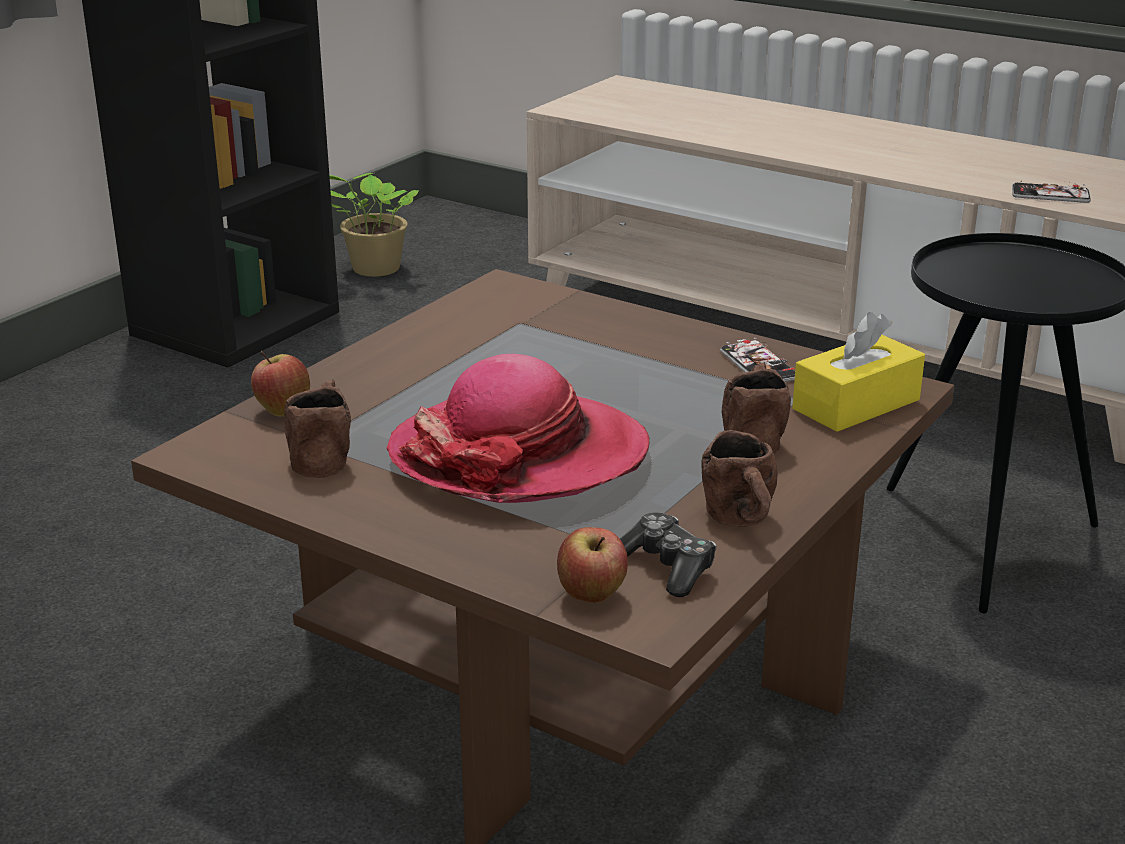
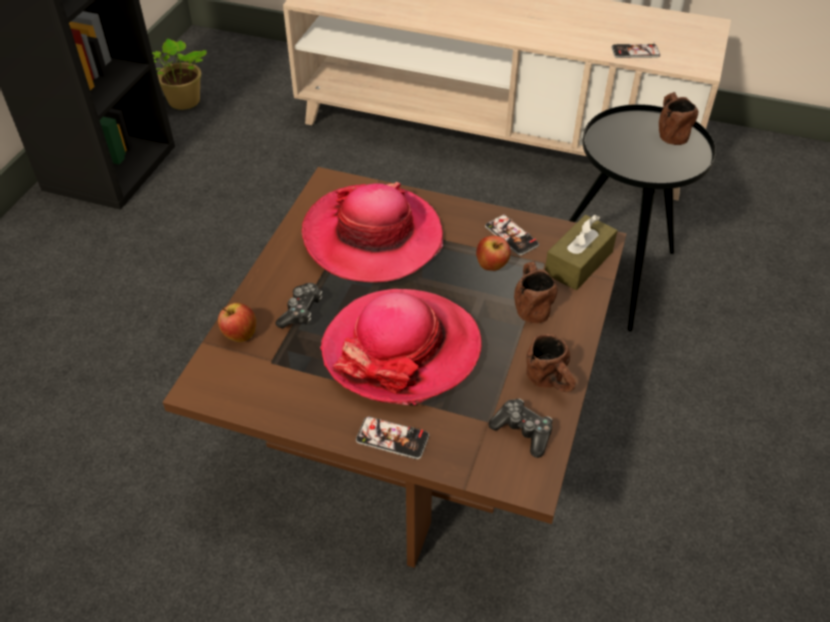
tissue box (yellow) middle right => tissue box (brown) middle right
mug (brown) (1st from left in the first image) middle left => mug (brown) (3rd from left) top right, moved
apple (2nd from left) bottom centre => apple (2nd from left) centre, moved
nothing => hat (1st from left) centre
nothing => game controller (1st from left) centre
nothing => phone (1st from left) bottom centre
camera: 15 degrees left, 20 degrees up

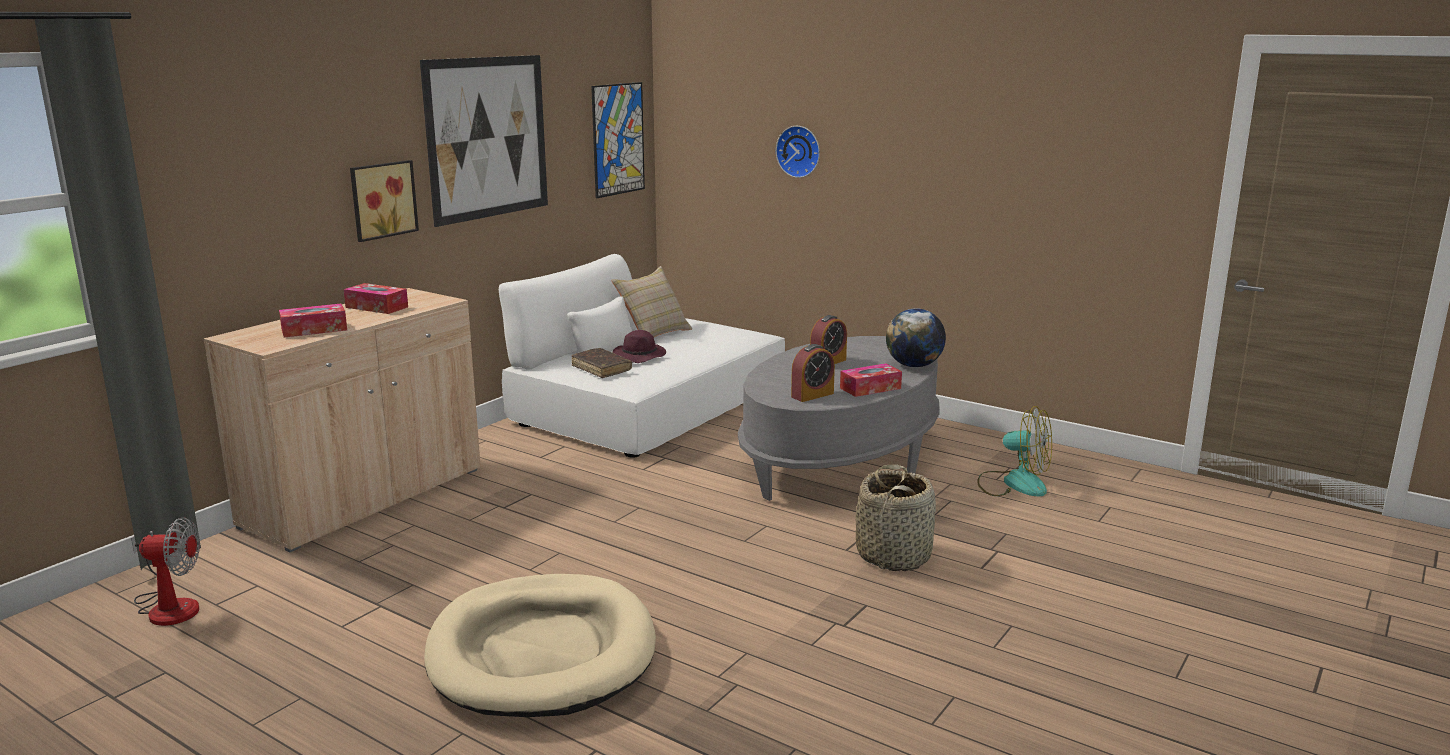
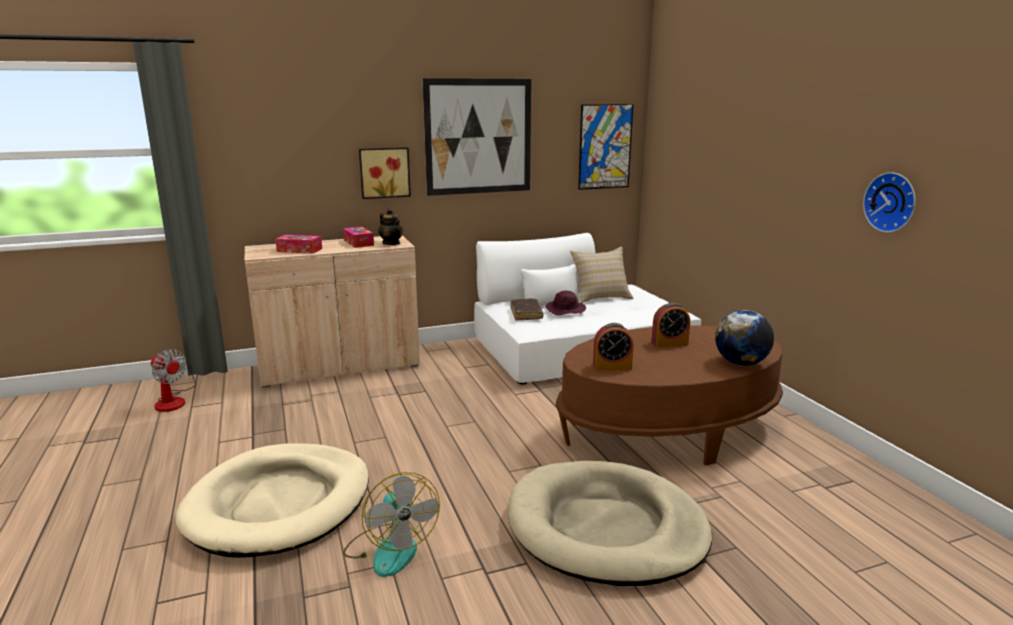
wall clock top centre => wall clock top right, moved
coffee table (grey) centre => coffee table (brown) centre
tissue box (3rd from left) centre => nothing
fan (2nd from left) middle right => fan (2nd from left) bottom centre, moved
basket bottom centre => dog bed (beige) (2nd from left) bottom centre
nothing => teapot centre
camera: 35 degrees right, 0 degrees up

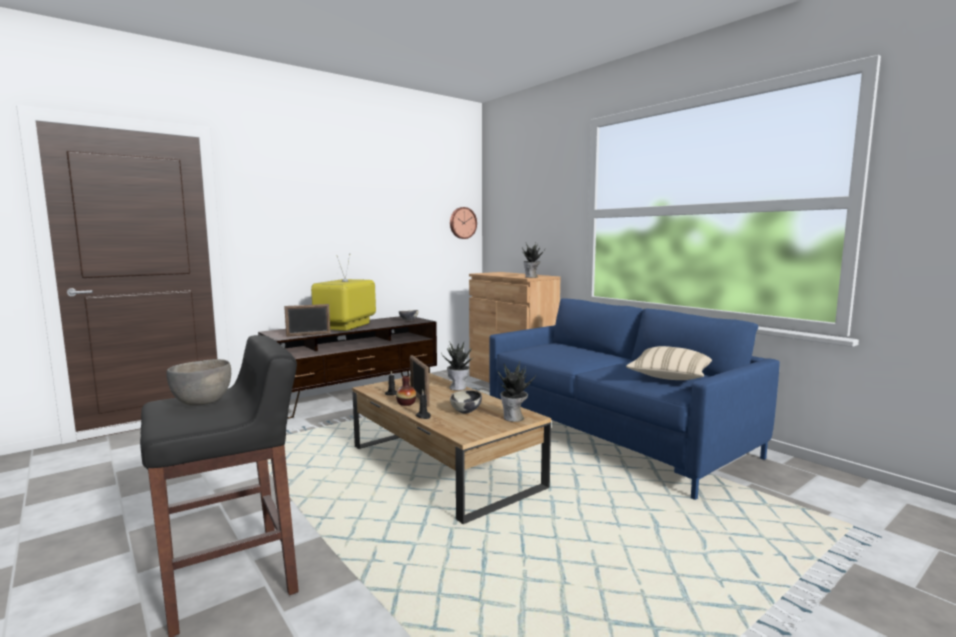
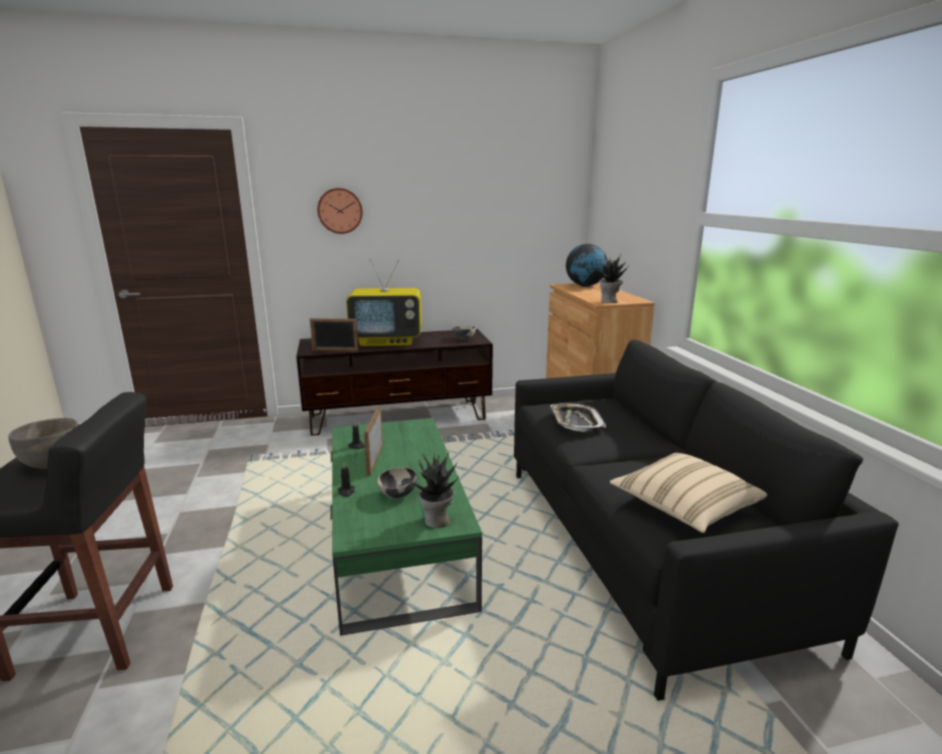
wall clock centre => wall clock top centre, moved
television centre, 135 degrees counterclockwise
sofa (blue) centre => sofa (black) bottom right
potted plant (1st from left) centre => nothing
coffee table (brown) bottom centre => coffee table (green) bottom centre
vase centre => nothing
nothing => globe centre
nothing => tray centre
camera: 25 degrees right, 10 degrees up

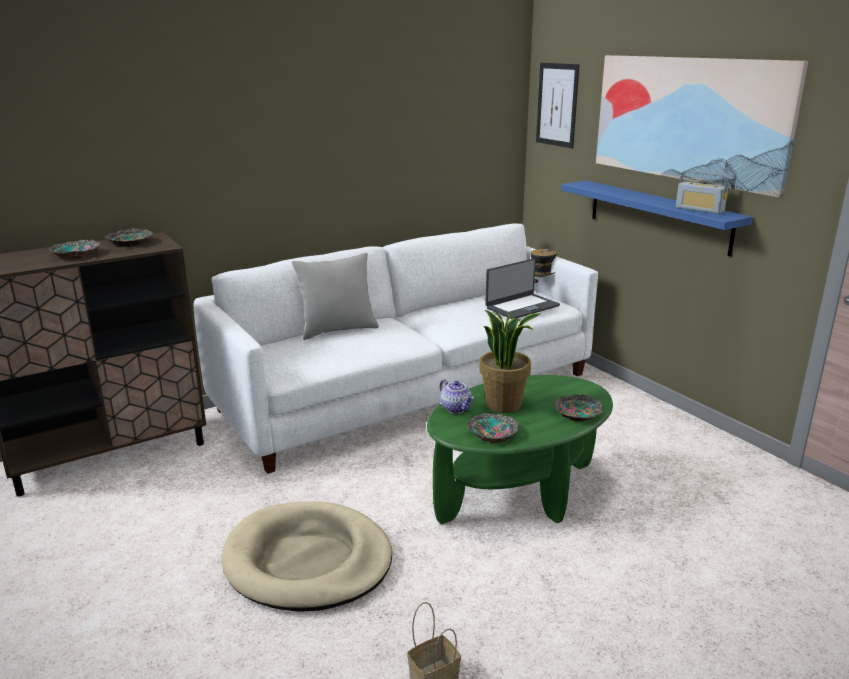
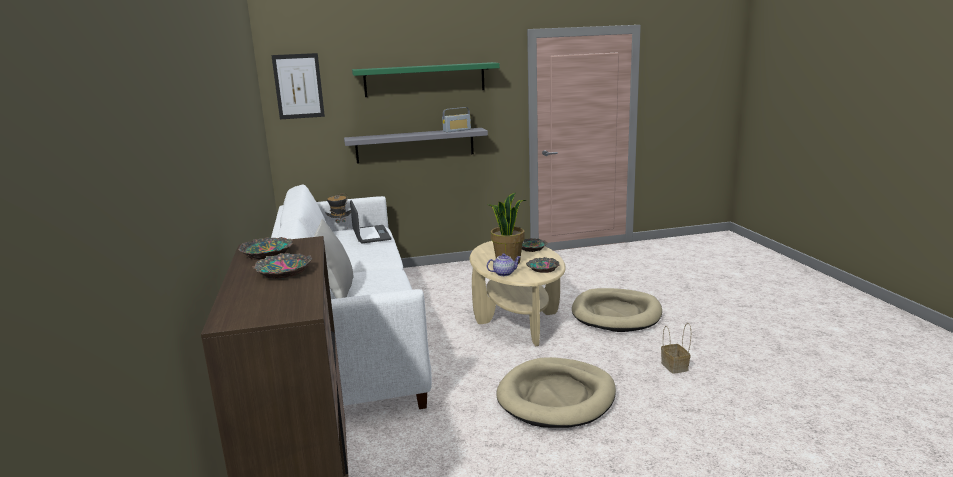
picture (2nd from left) top right => shelf (green) top centre
shelf (blue) top right => shelf (grey) top centre
coffee table (green) centre => coffee table (beige) centre
nothing => dog bed (beige) (2nd from left) centre
camera: 70 degrees left, 5 degrees down

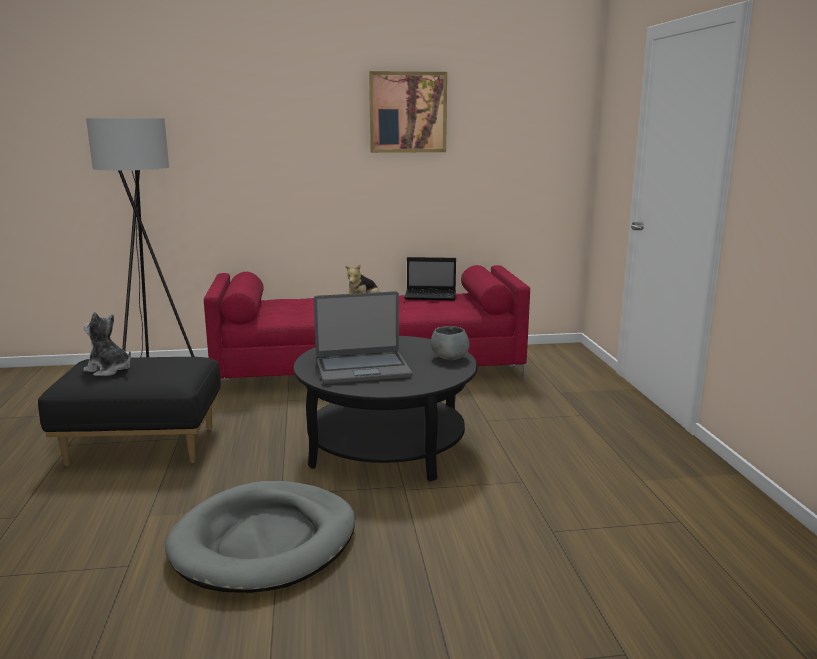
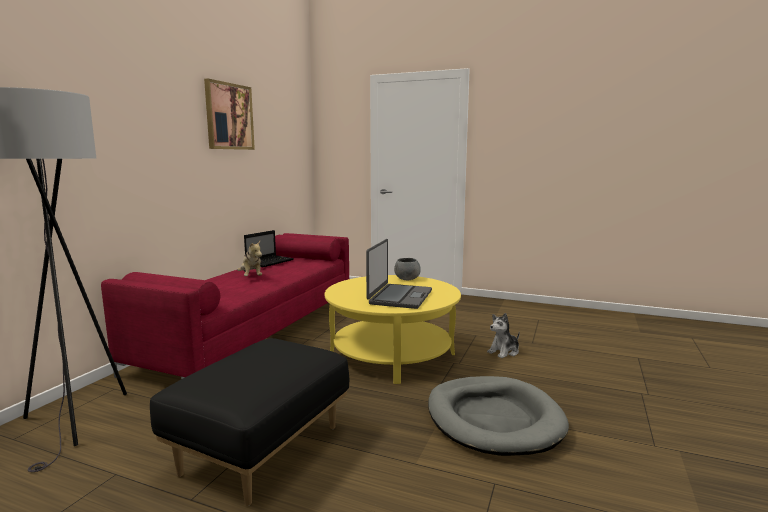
plush toy (1st from left in the first image) middle left => plush toy (2nd from left) centre, moved
coffee table (black) centre => coffee table (yellow) centre
camera: 60 degrees left, 5 degrees down

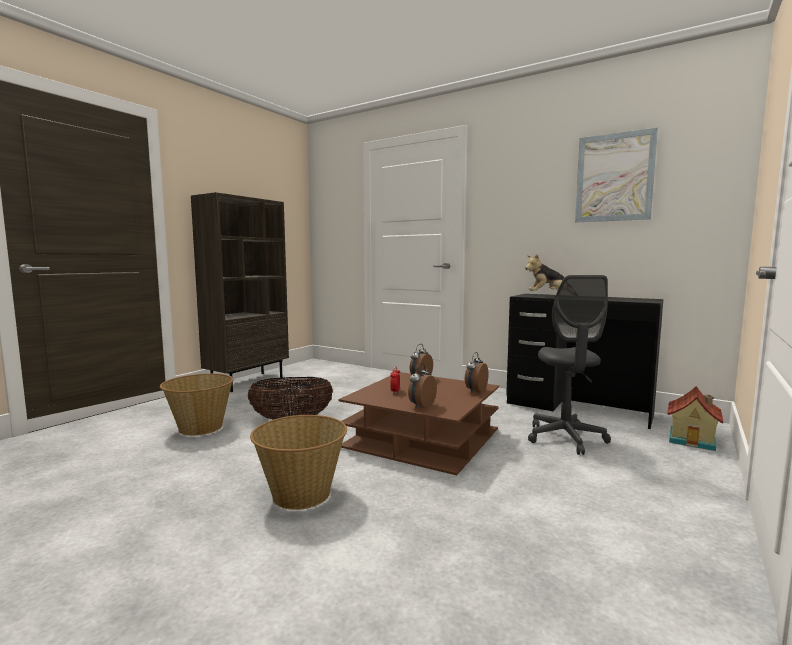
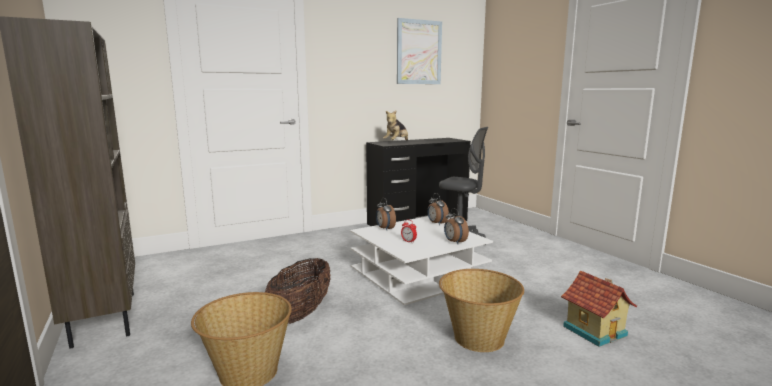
coffee table (brown) centre => coffee table (white) bottom centre
toy house middle right => toy house bottom right, moved
camera: 60 degrees left, 5 degrees up

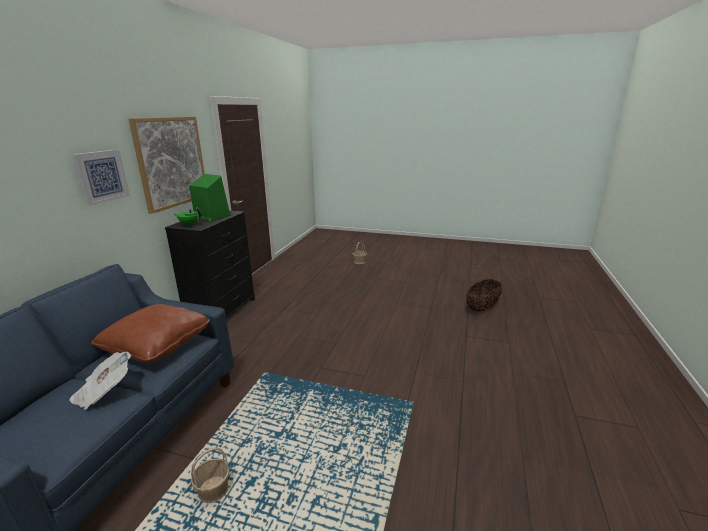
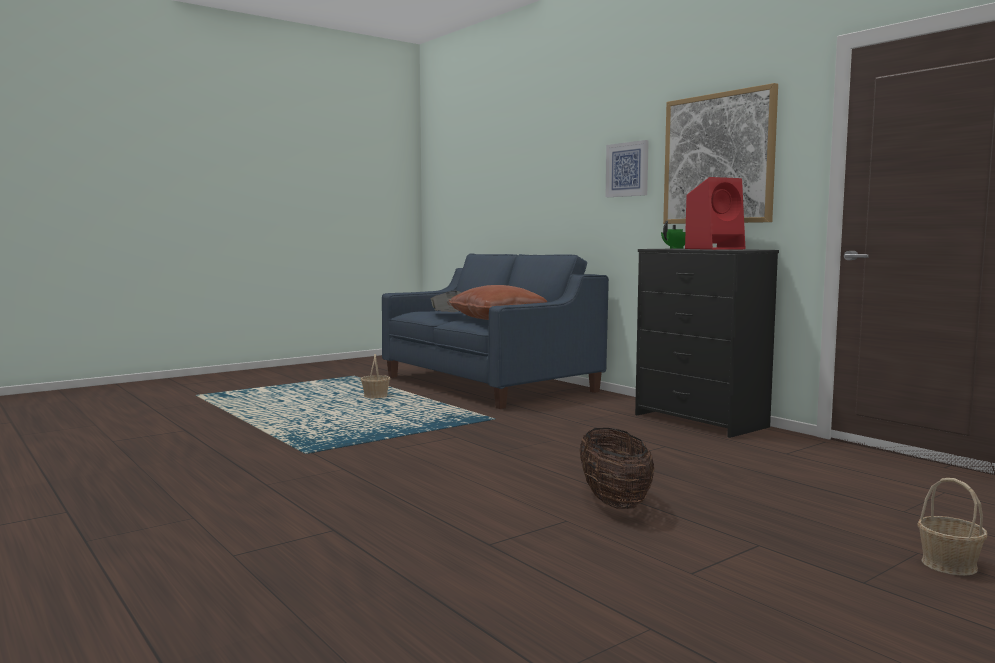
speaker (green) middle left => speaker (red) top right
basket (3rd from left in the first image) middle right => basket (2nd from left) bottom centre, moved
camera: 125 degrees right, 15 degrees down

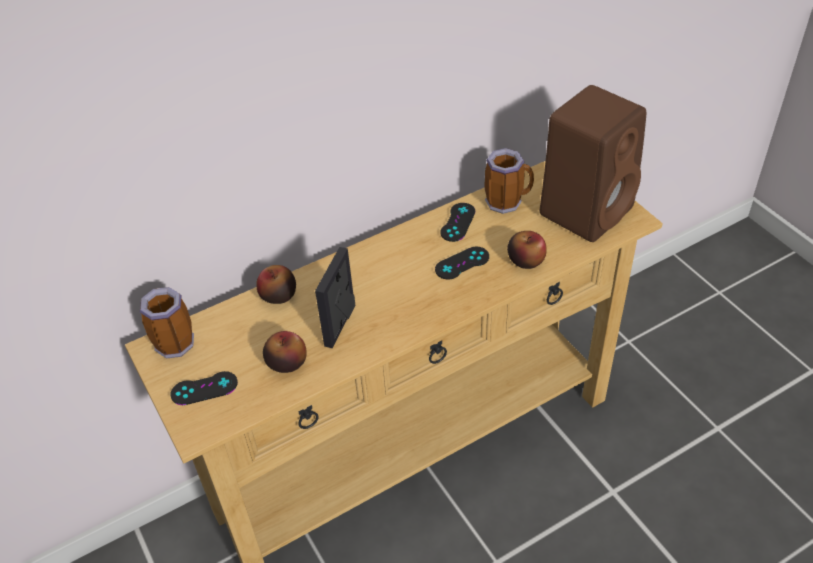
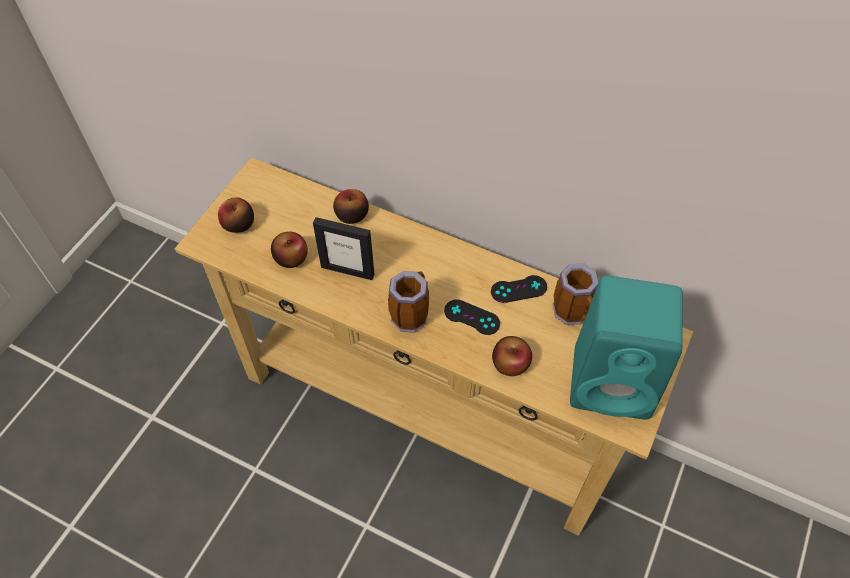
speaker (brown) top right => speaker (turquoise) middle right
picture frame centre, 150 degrees counterclockwise
mug (1st from left) middle left => mug (1st from left) centre, moved
game controller (black) (1st from left) bottom left => apple (1st from left) middle left
camera: 55 degrees right, 10 degrees up

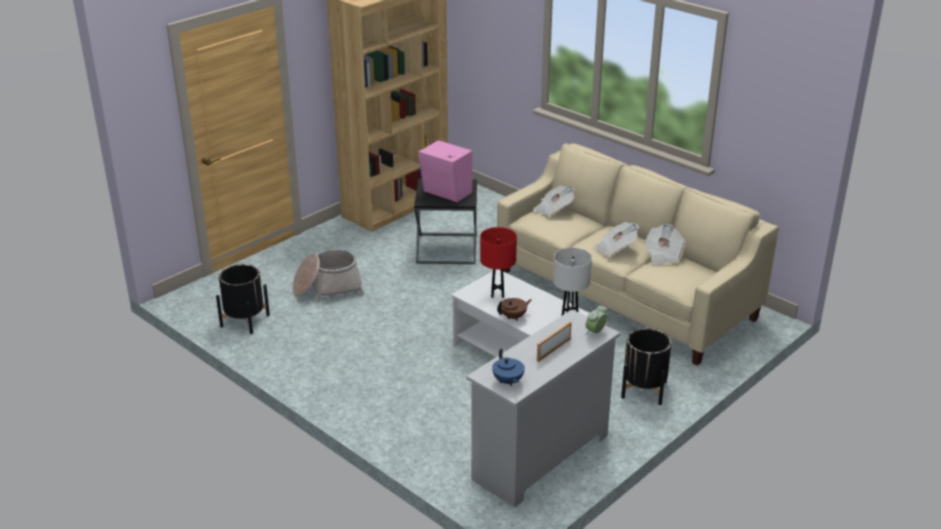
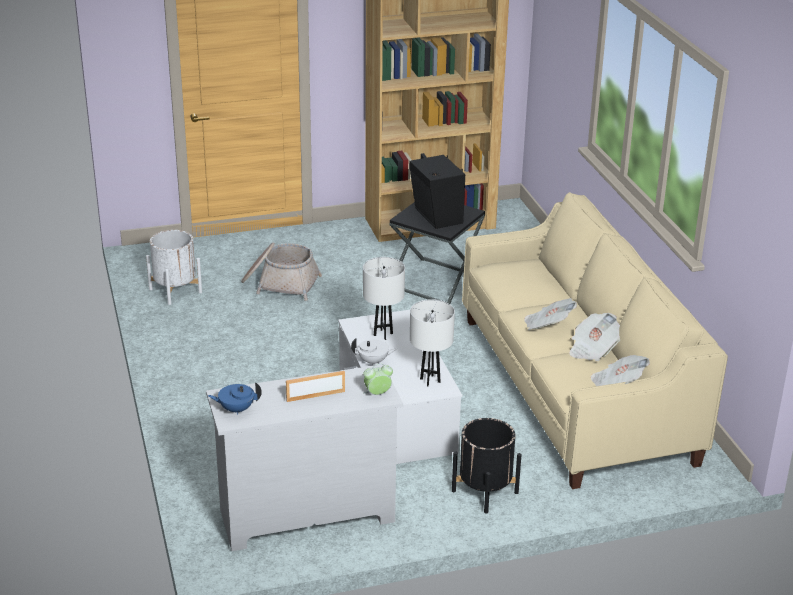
speaker (pink) top centre => speaker (black) top centre
newspaper (1st from left in the first image) centre => newspaper (3rd from left) middle right, moved
table lamp (red) centre => table lamp (white) (1st from left) centre
planter (black) (1st from left) middle left => planter (white) middle left
teapot (brown) centre => teapot (white) centre
teapot (blue) bottom centre => teapot (blue) bottom left, 75 degrees clockwise
camera: 30 degrees right, 0 degrees up

